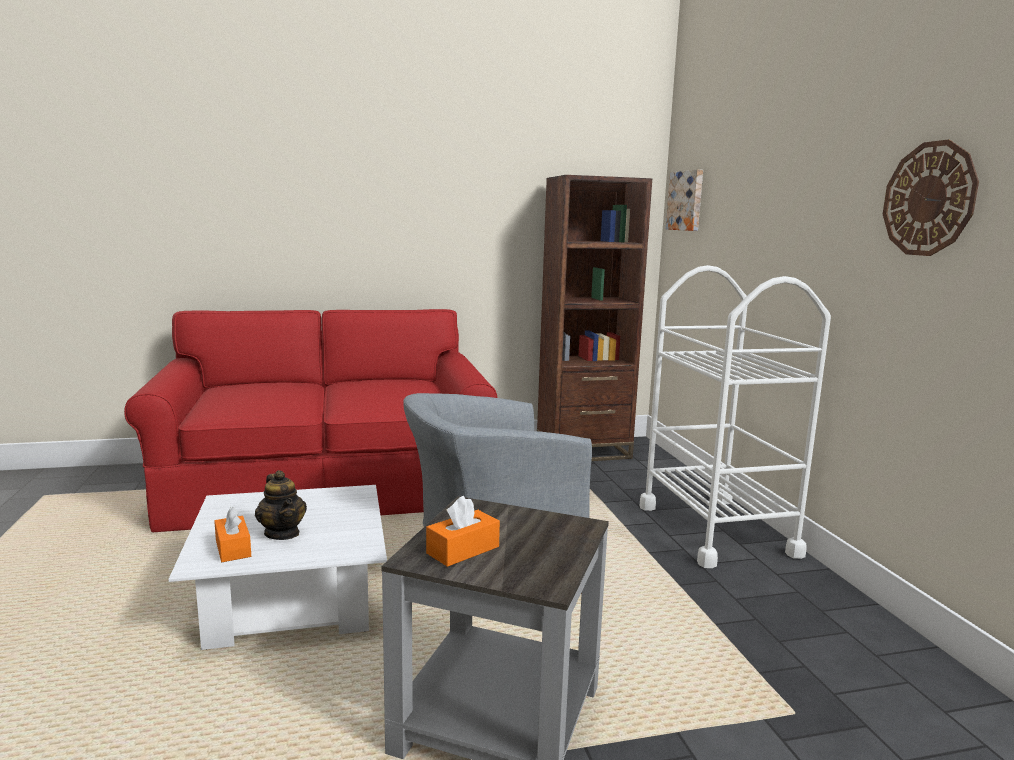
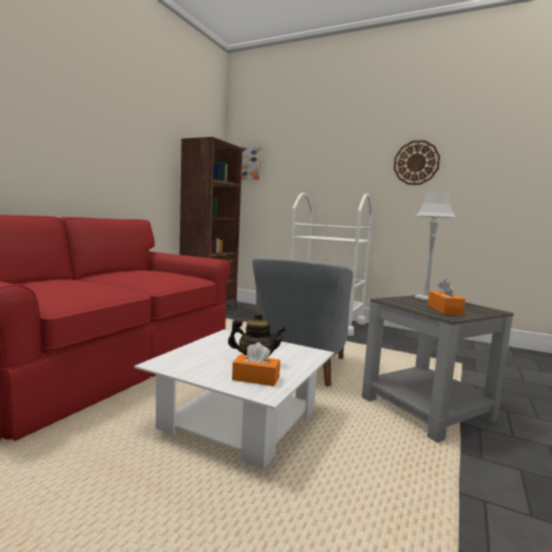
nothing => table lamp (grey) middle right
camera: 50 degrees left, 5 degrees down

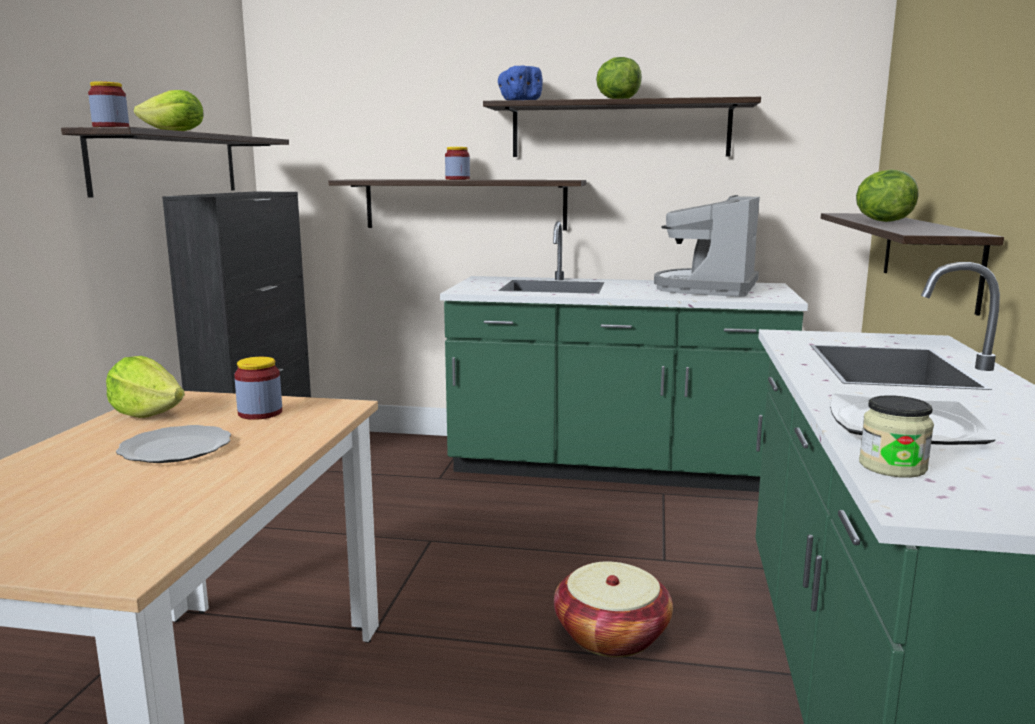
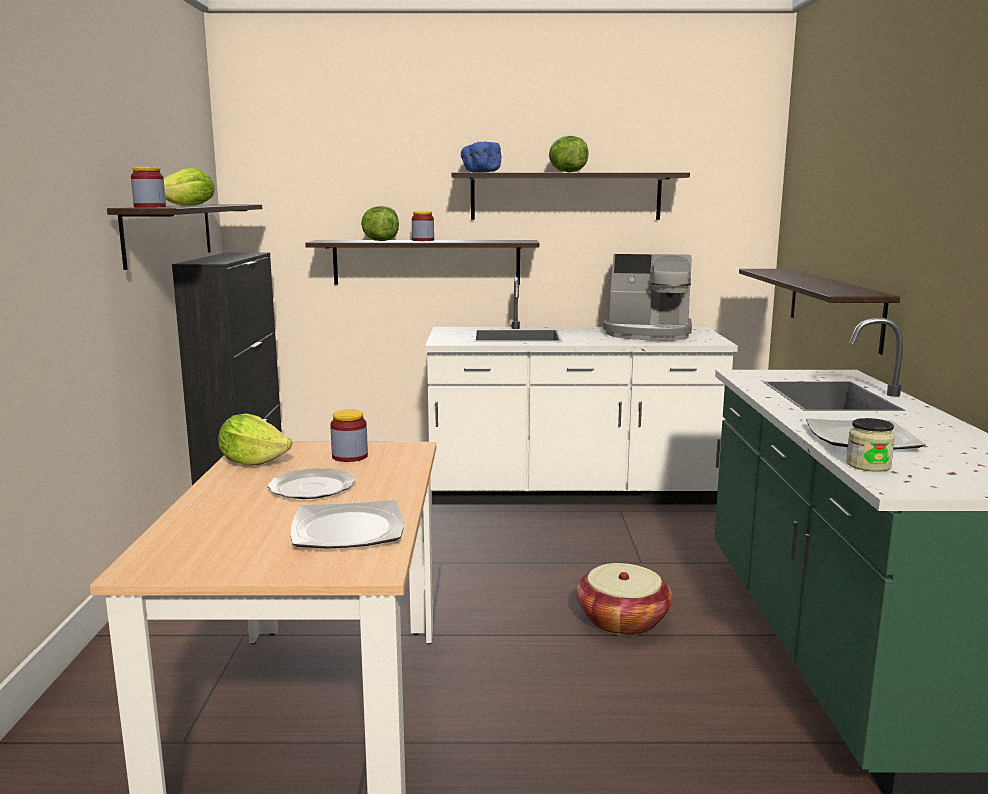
lettuce (4th from left in the first image) top right => lettuce (3rd from left) top centre, moved
coffee machine middle right => coffee machine centre, 90 degrees counterclockwise
counter (green) (1st from left) centre => counter (white) centre
nothing => plate (2nd from left) centre
camera: 10 degrees left, 0 degrees up

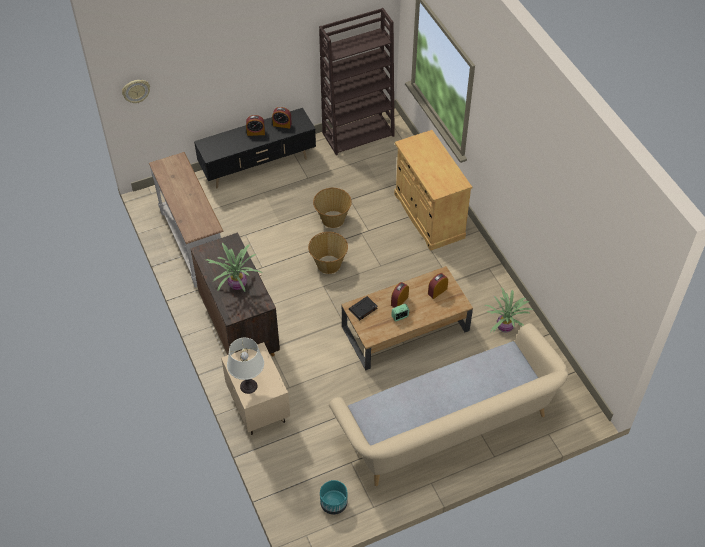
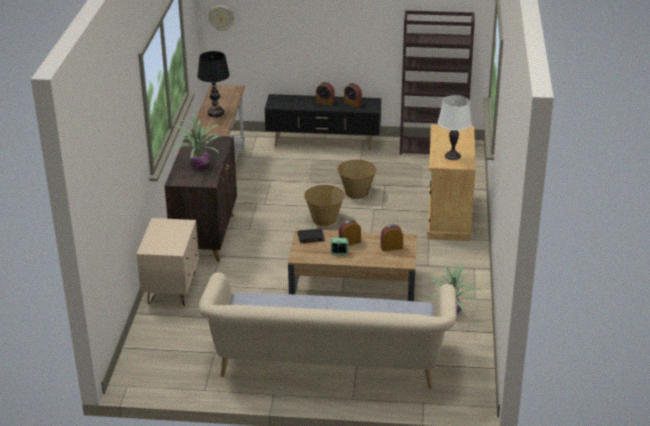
table lamp (white) bottom centre => table lamp (white) top right, moved
planter (turquoise) bottom centre => nothing
nothing => table lamp (black) top left
camera: 30 degrees right, 20 degrees down

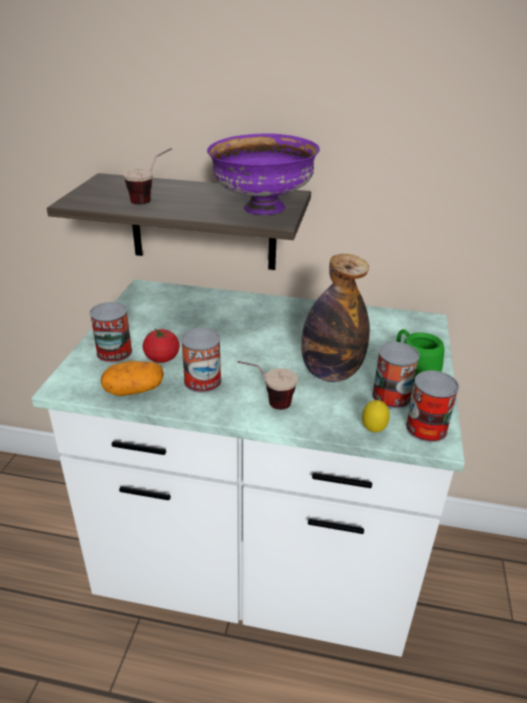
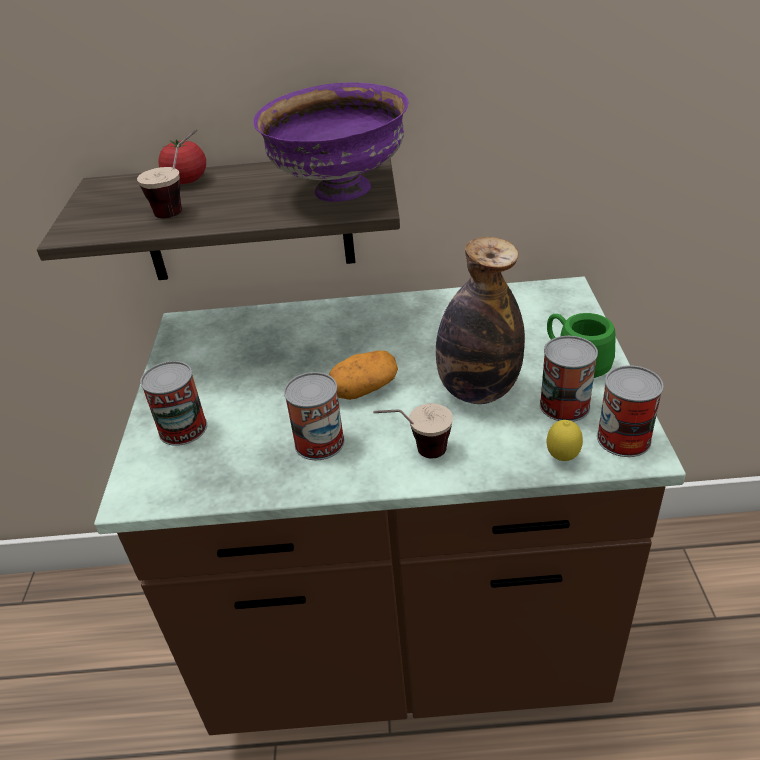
counter (white) centre => counter (brown) centre
tomato middle left => tomato top left, moved
potato middle left => potato centre, moved
camera: 10 degrees left, 5 degrees up

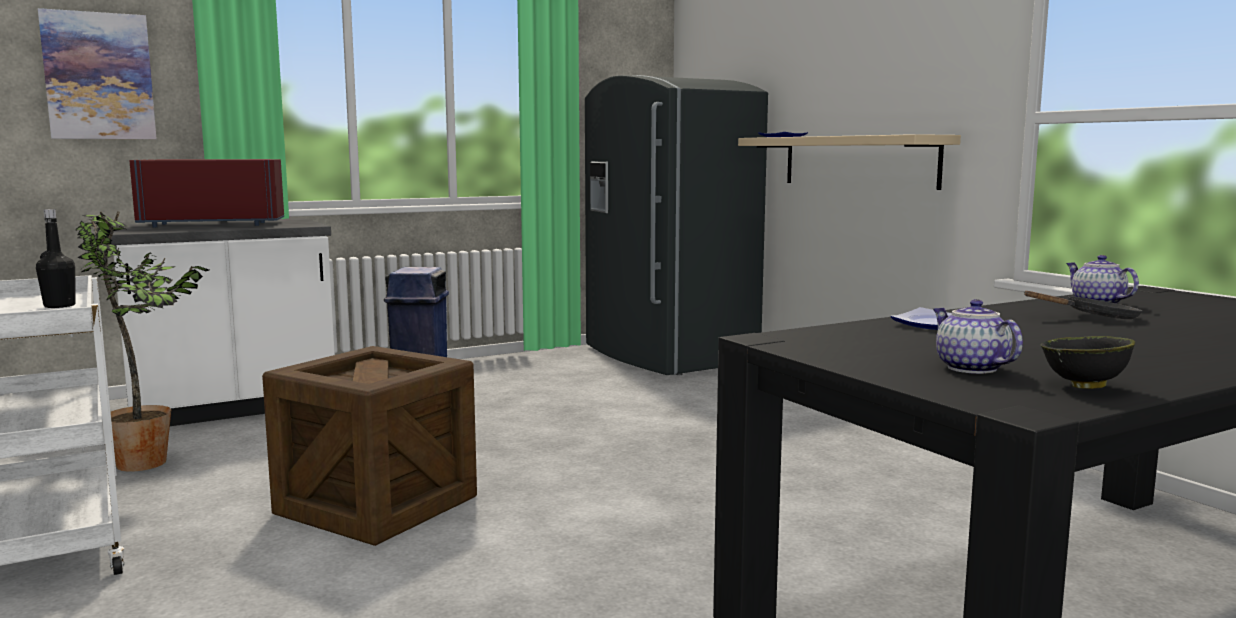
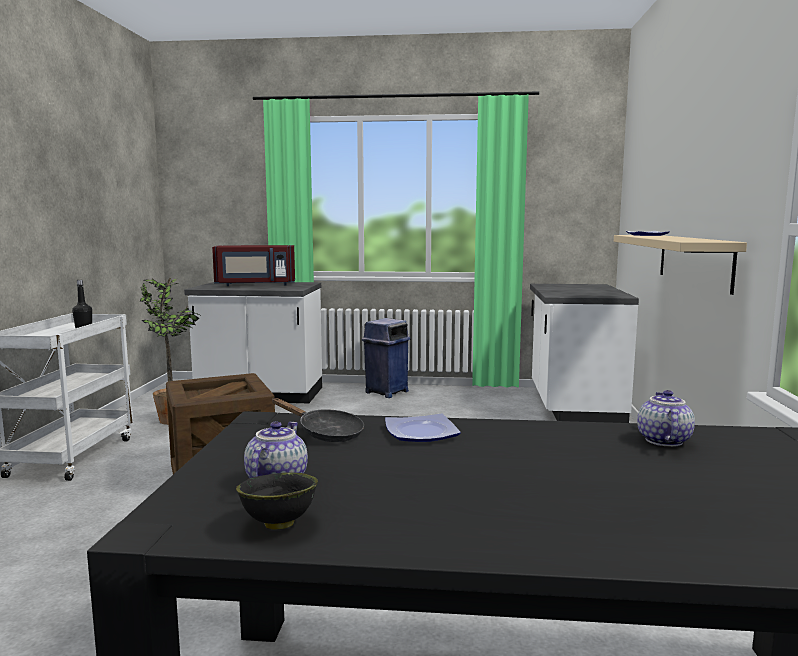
picture top left => nothing
fridge (grey) centre => counter (white) (2nd from left) middle right
microwave (red) top left => microwave (red) middle left, 150 degrees clockwise
frying pan (black) middle right => frying pan (black) centre, moved
camera: 35 degrees right, 0 degrees up

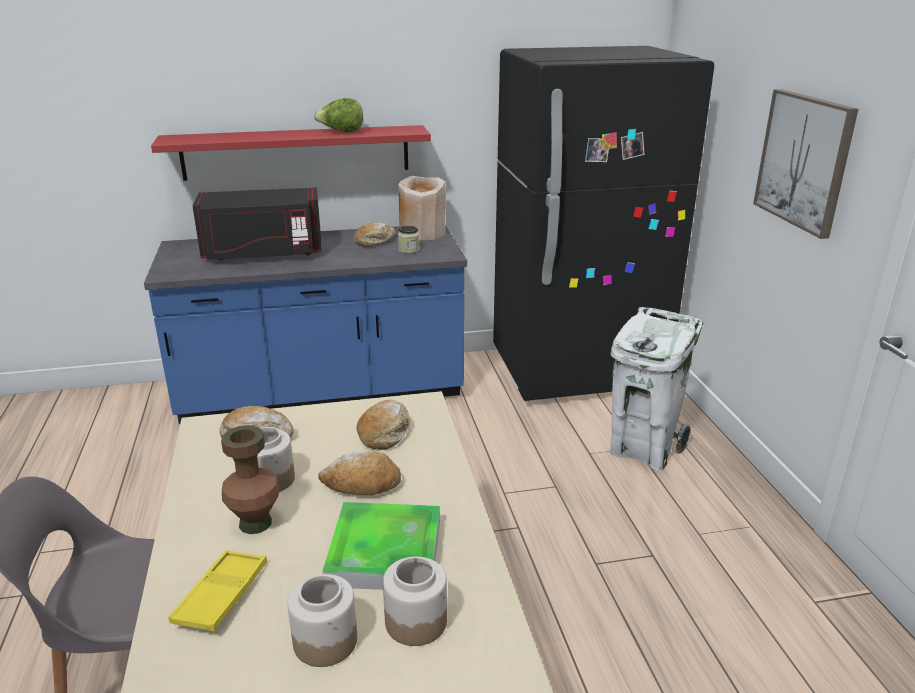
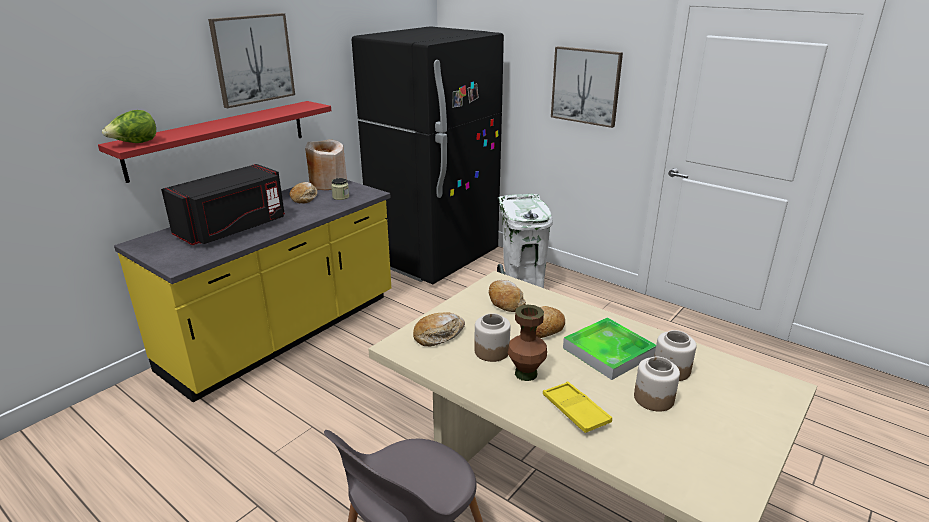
lettuce top centre => lettuce top left, moved
counter (blue) centre => counter (yellow) middle left
nothing => picture (1st from left) top left
camera: 40 degrees left, 0 degrees up

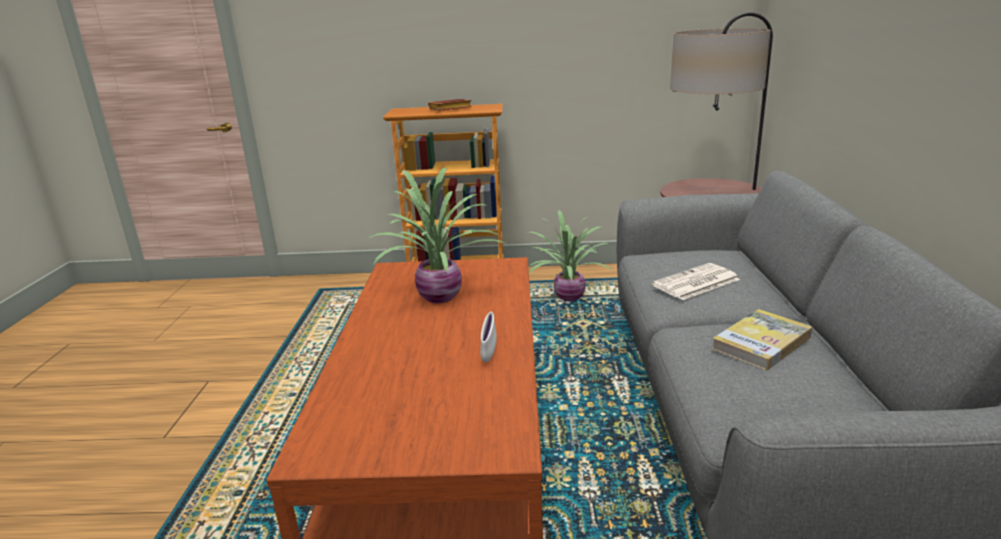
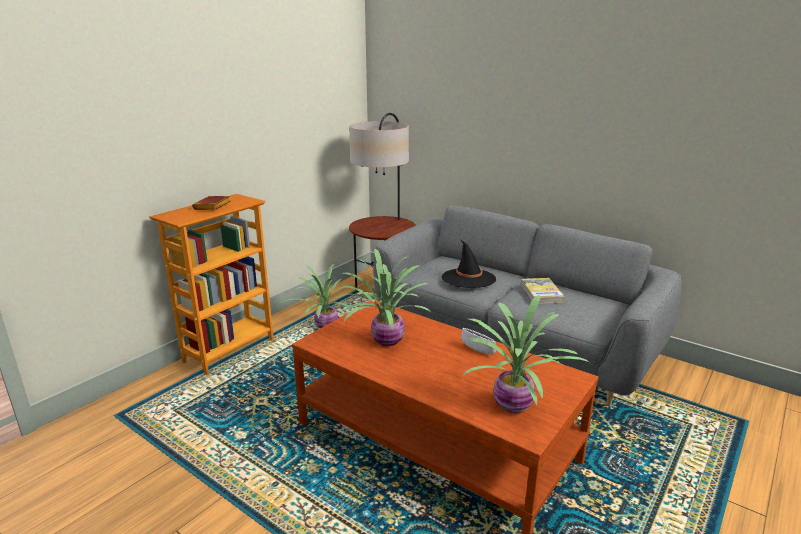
newspaper middle right => hat (black) centre
nothing => potted plant (3rd from left) centre
camera: 55 degrees left, 0 degrees up

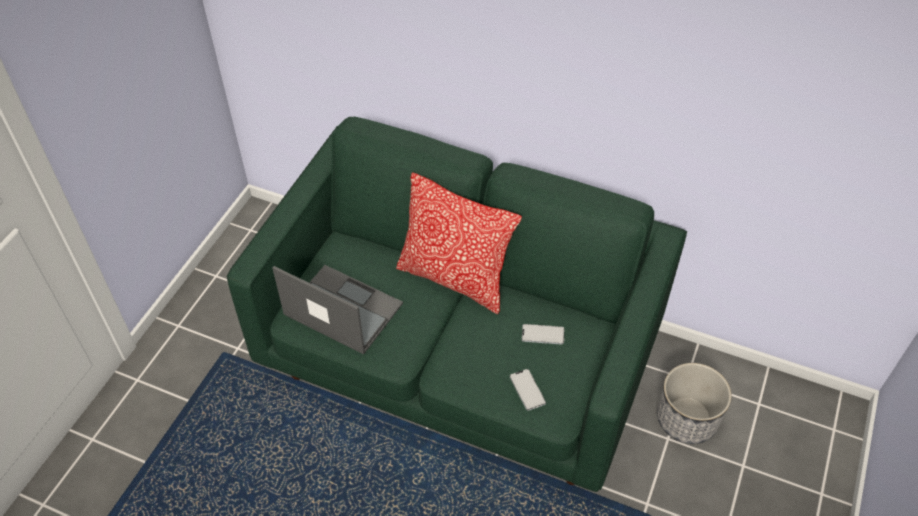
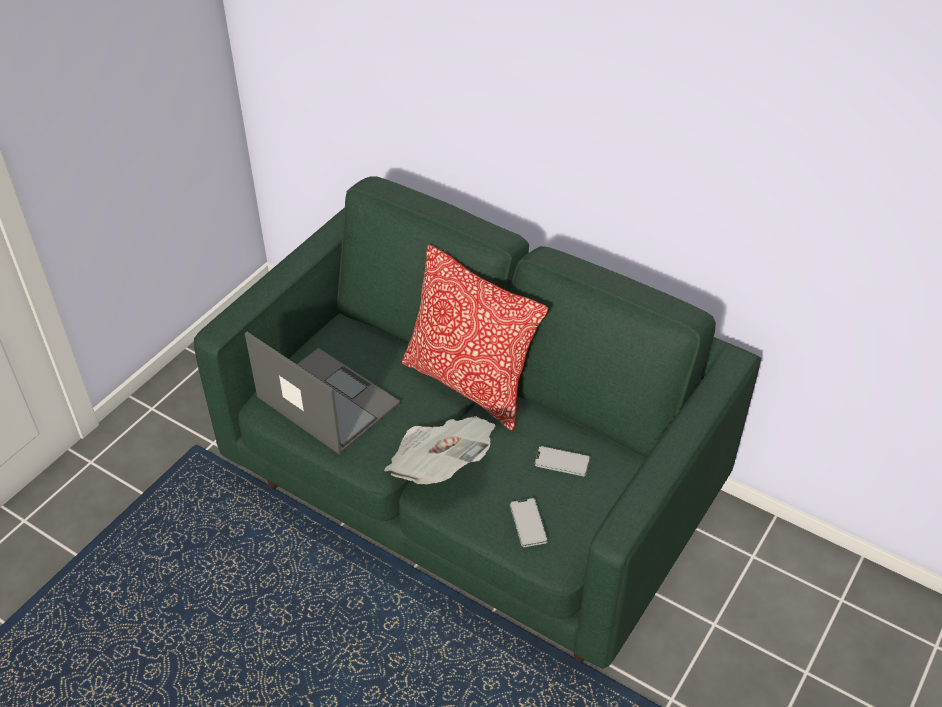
planter bottom right => nothing
nothing => newspaper centre
camera: 10 degrees right, 5 degrees down

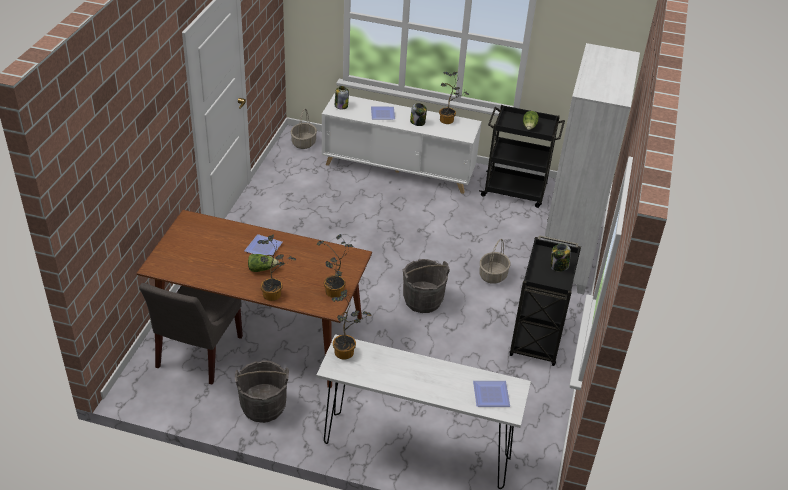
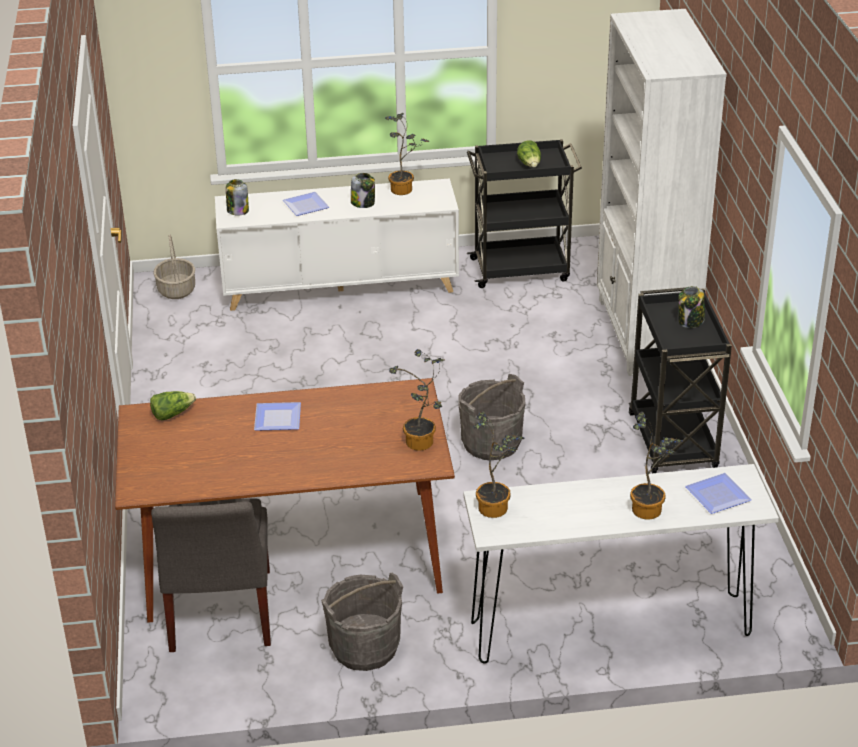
potted plant (1st from left in the first image) centre => potted plant (4th from left) middle right, moved
basket (2nd from left) centre => nothing
lettuce (1st from left) centre => lettuce (1st from left) middle left, moved
camera: 20 degrees left, 5 degrees down

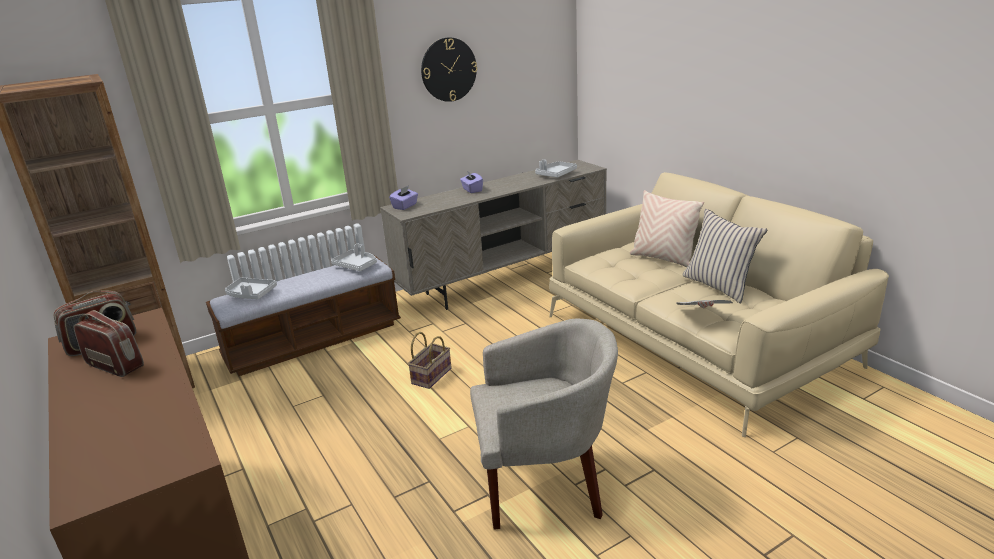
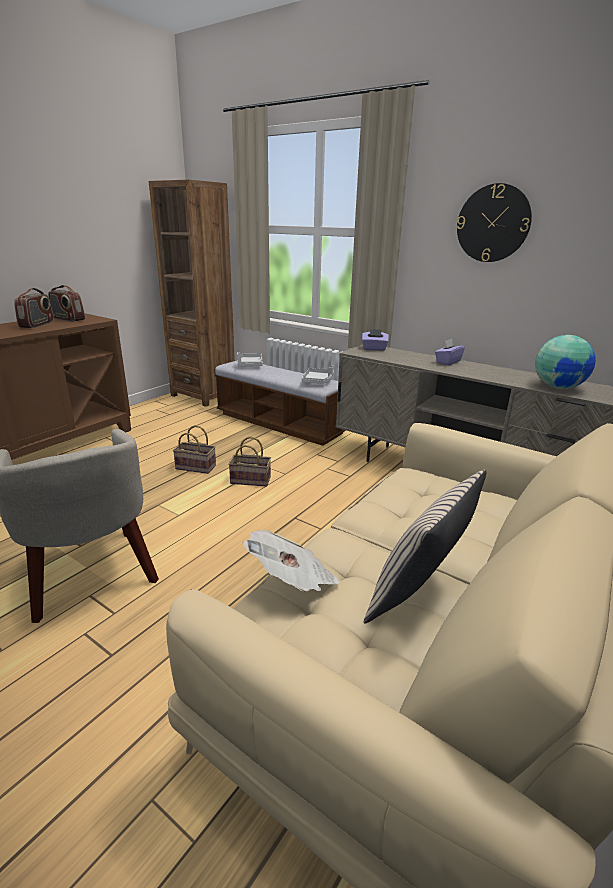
tray (grey) (3rd from left) top centre => globe middle right
pillow (beige) (1st from left) middle right => nothing
nothing => basket (1st from left) middle left
camera: 65 degrees right, 0 degrees up

